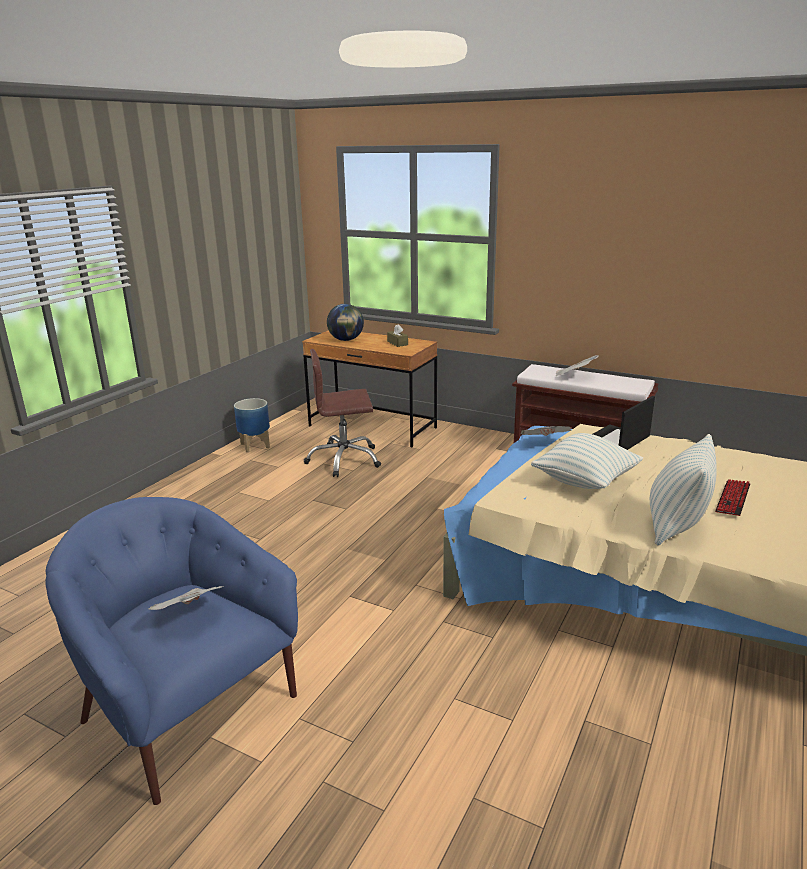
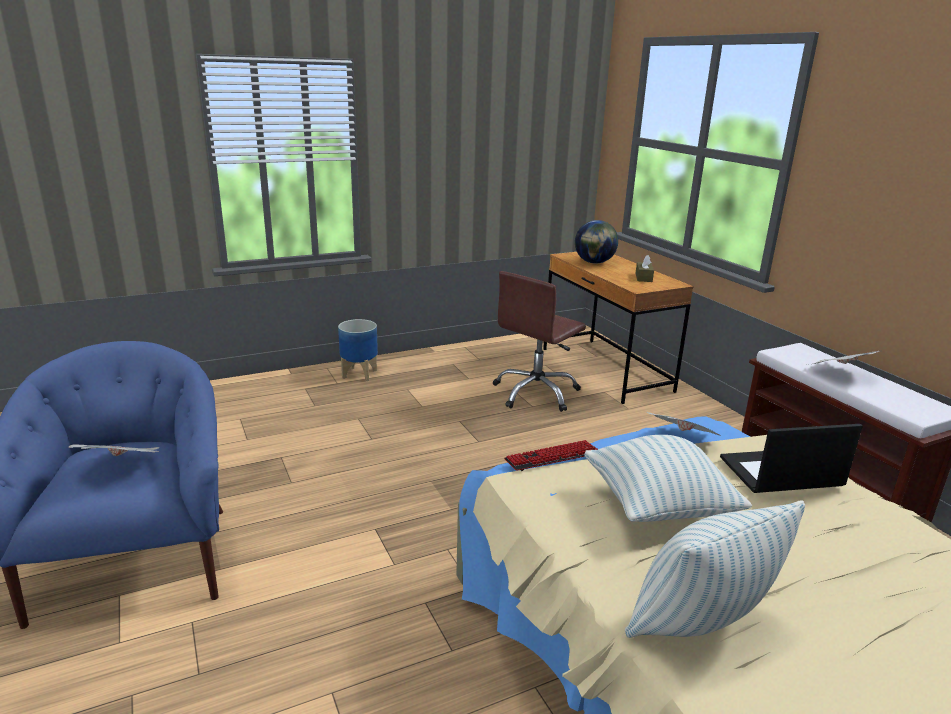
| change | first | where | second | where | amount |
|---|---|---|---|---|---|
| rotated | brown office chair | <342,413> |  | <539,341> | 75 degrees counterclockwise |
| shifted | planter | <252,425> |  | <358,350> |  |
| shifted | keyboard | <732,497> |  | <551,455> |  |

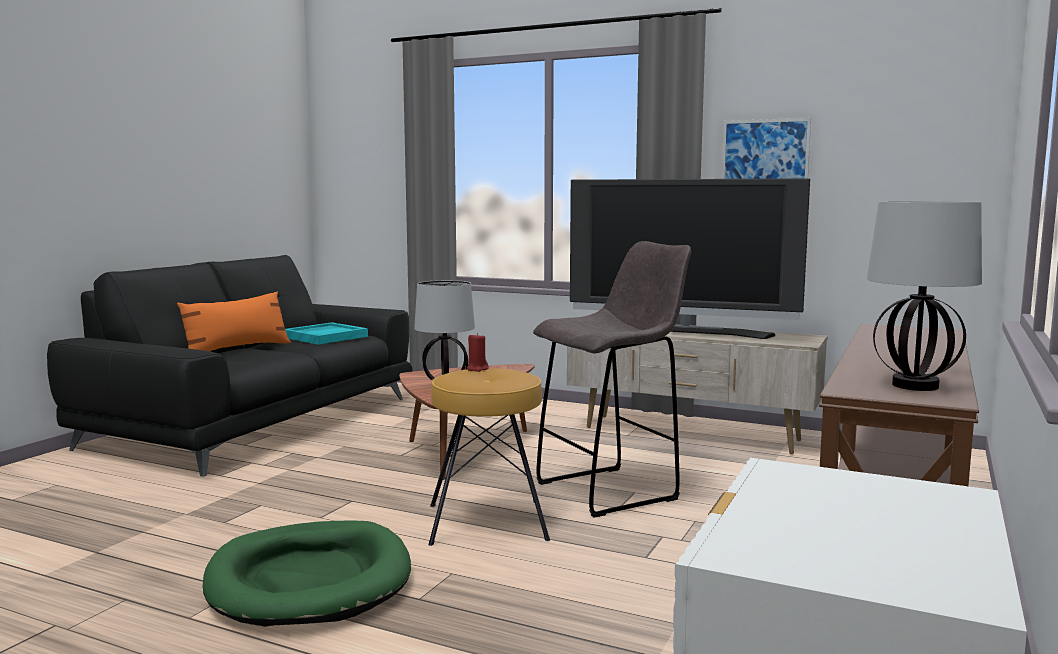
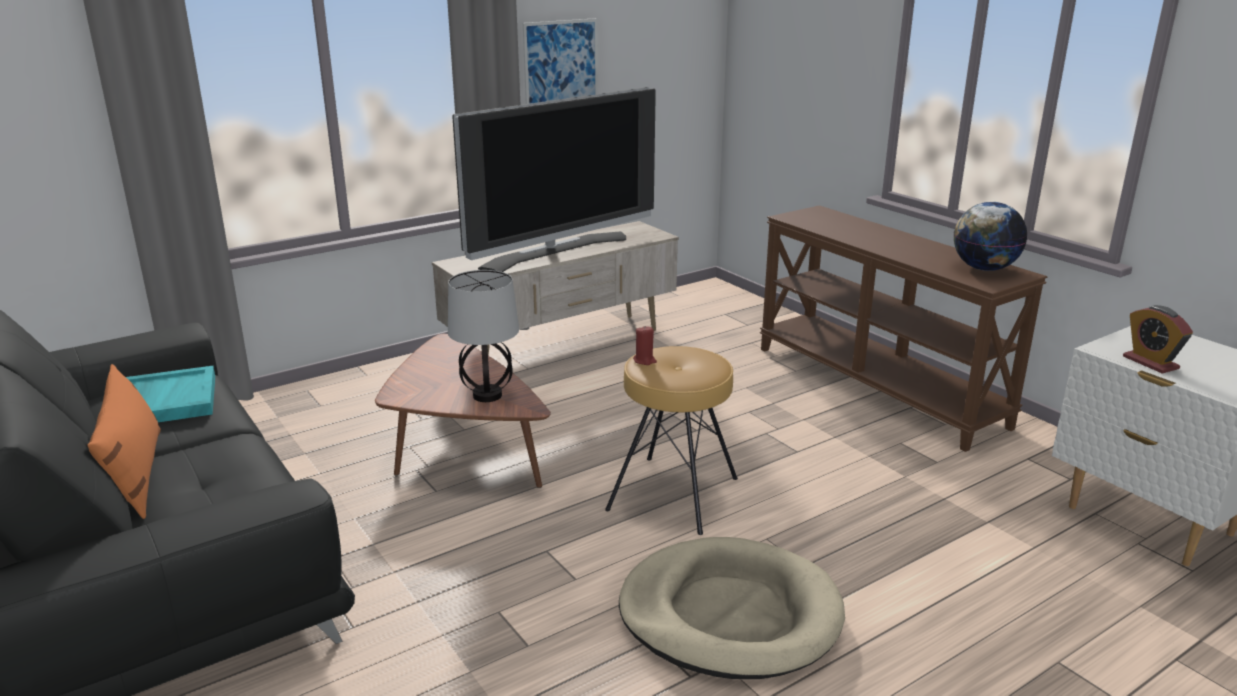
| change | first | where | second | where | amount |
|---|---|---|---|---|---|
| swapped | table lamp | <924,296> | globe | <990,236> |  |
| gone | grey stool | <612,379> |  |  |  |
| repainted | green dog bed | <307,573> | beige dog bed | <732,608> |  |
| new |  |  | alarm clock | <1158,339> |  |

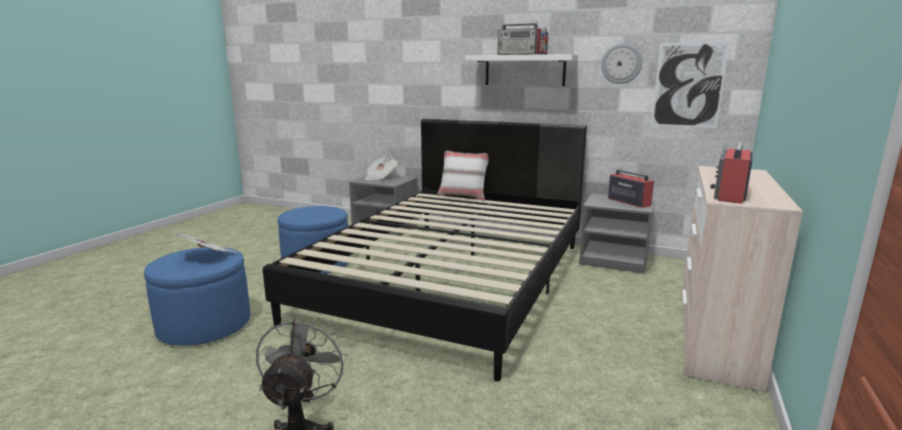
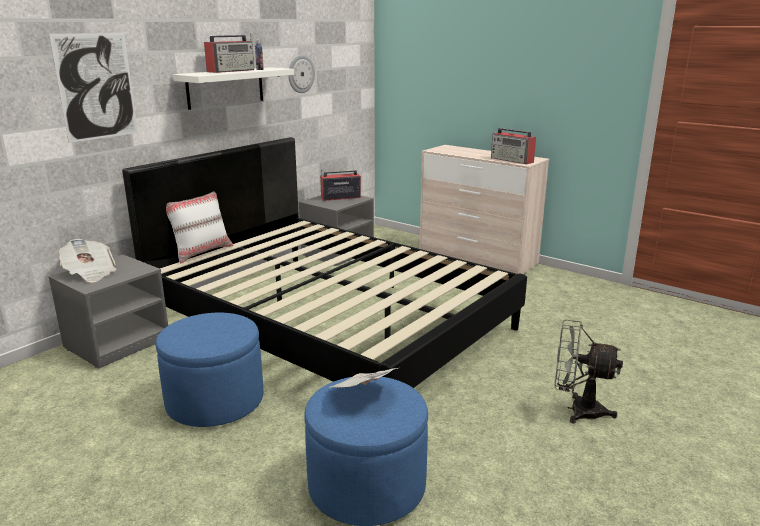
| change | first | where | second | where | amount |
|---|---|---|---|---|---|
| shifted | picture | <690,85> |  | <93,88> |  |

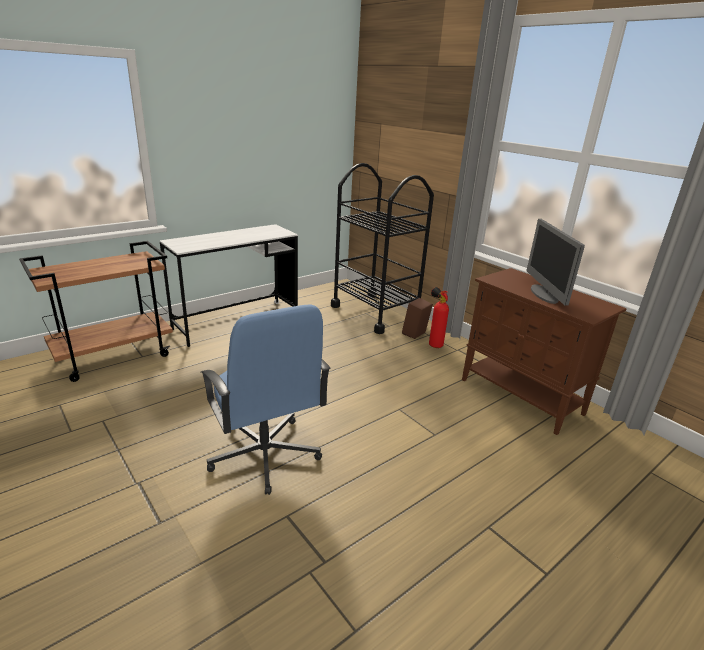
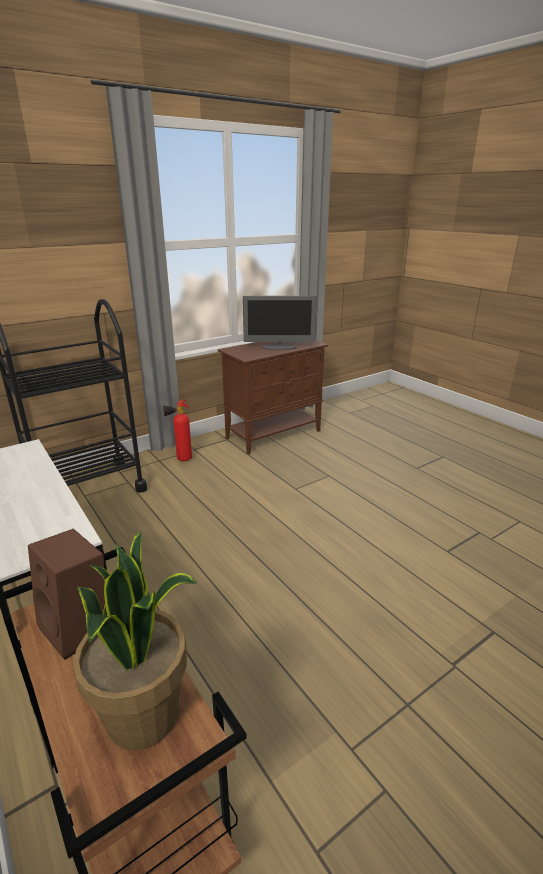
| change | first | where | second | where | amount |
|---|---|---|---|---|---|
| shifted | brown speaker | <417,318> |  | <66,594> |  |
| gone | blue office chair | <266,399> |  |  |  |
| new |  |  | potted plant | <135,640> |  |

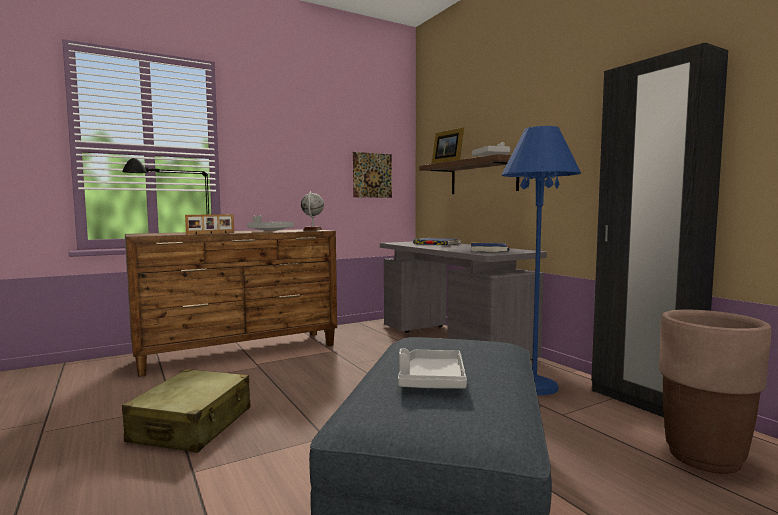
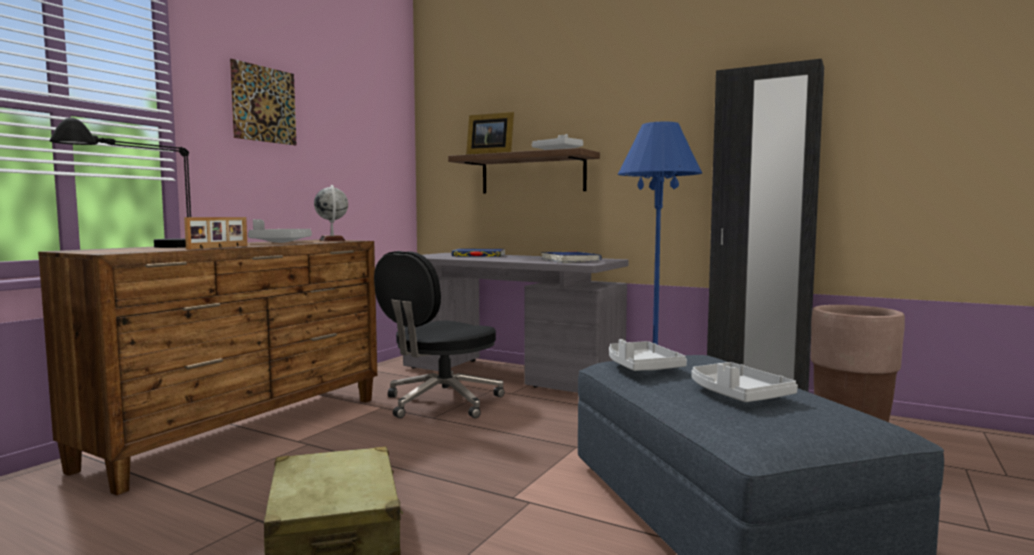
| change | first | where | second | where | amount |
|---|---|---|---|---|---|
| shifted | picture | <372,175> |  | <263,102> |  |
| new |  |  | black office chair | <439,334> |  |
| new |  |  | grey tray | <648,355> |  |

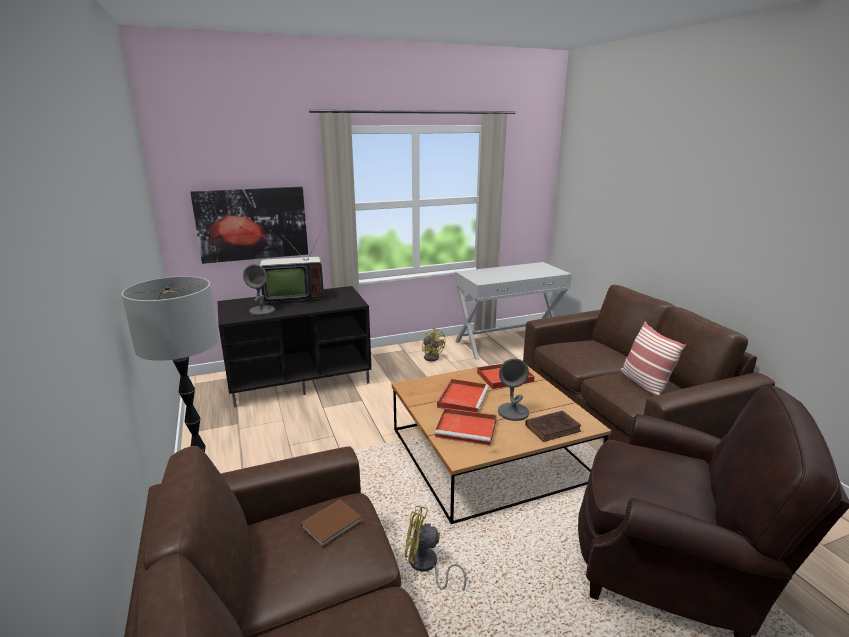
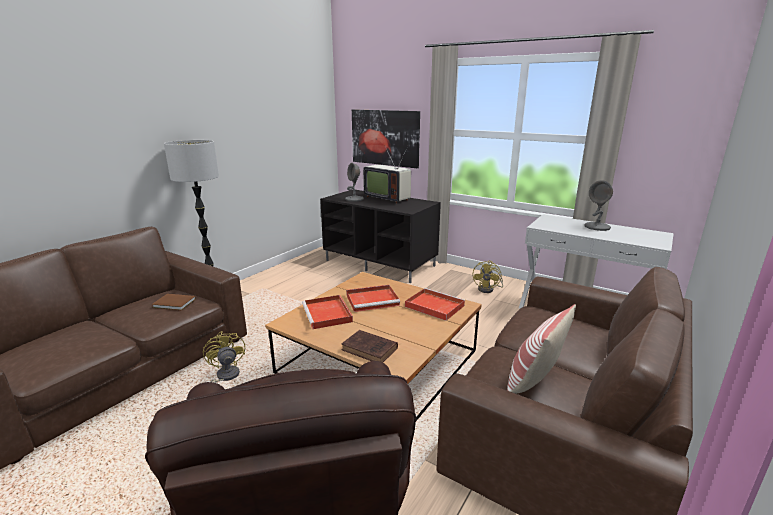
| change | first | where | second | where | amount |
|---|---|---|---|---|---|
| shifted | grey table lamp | <513,390> |  | <598,205> |  |

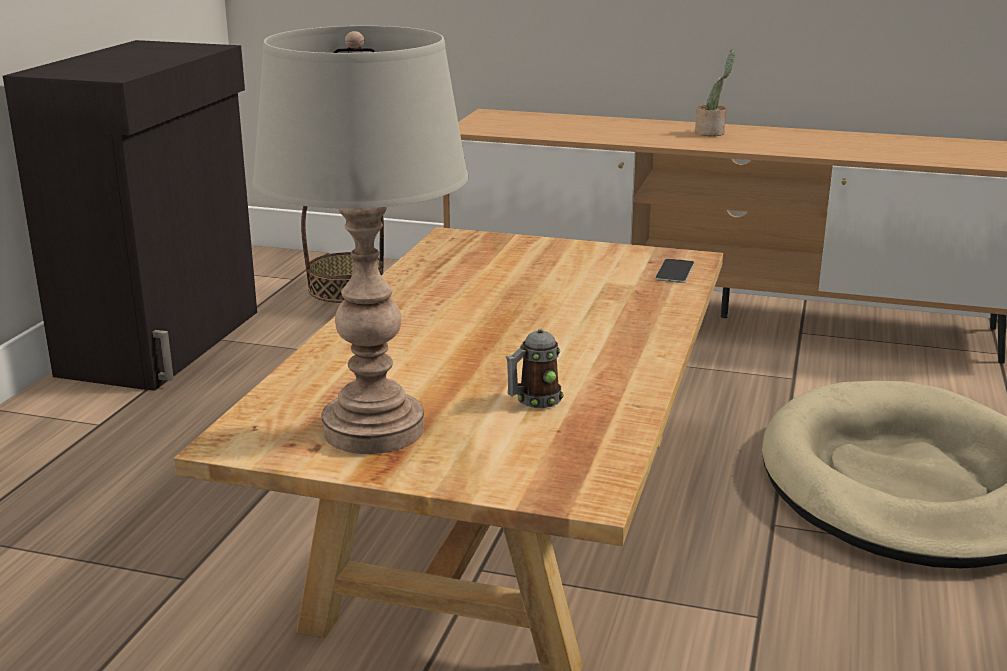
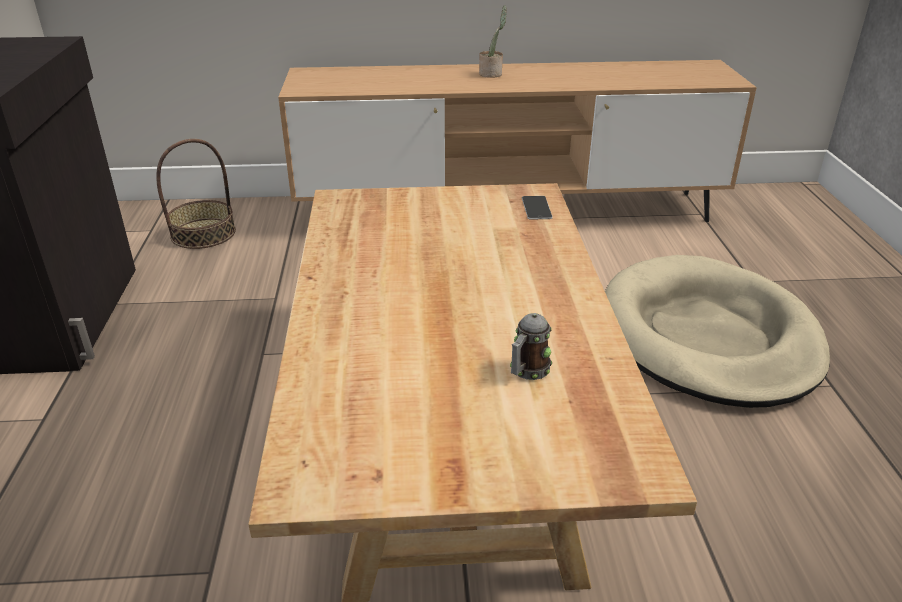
| change | first | where | second | where | amount |
|---|---|---|---|---|---|
| gone | grey table lamp | <360,240> |  |  |  |

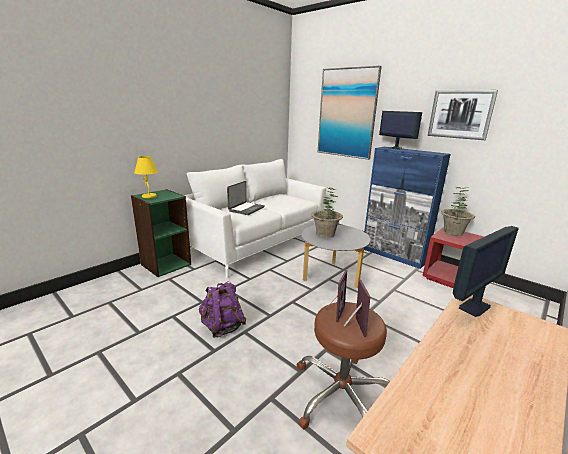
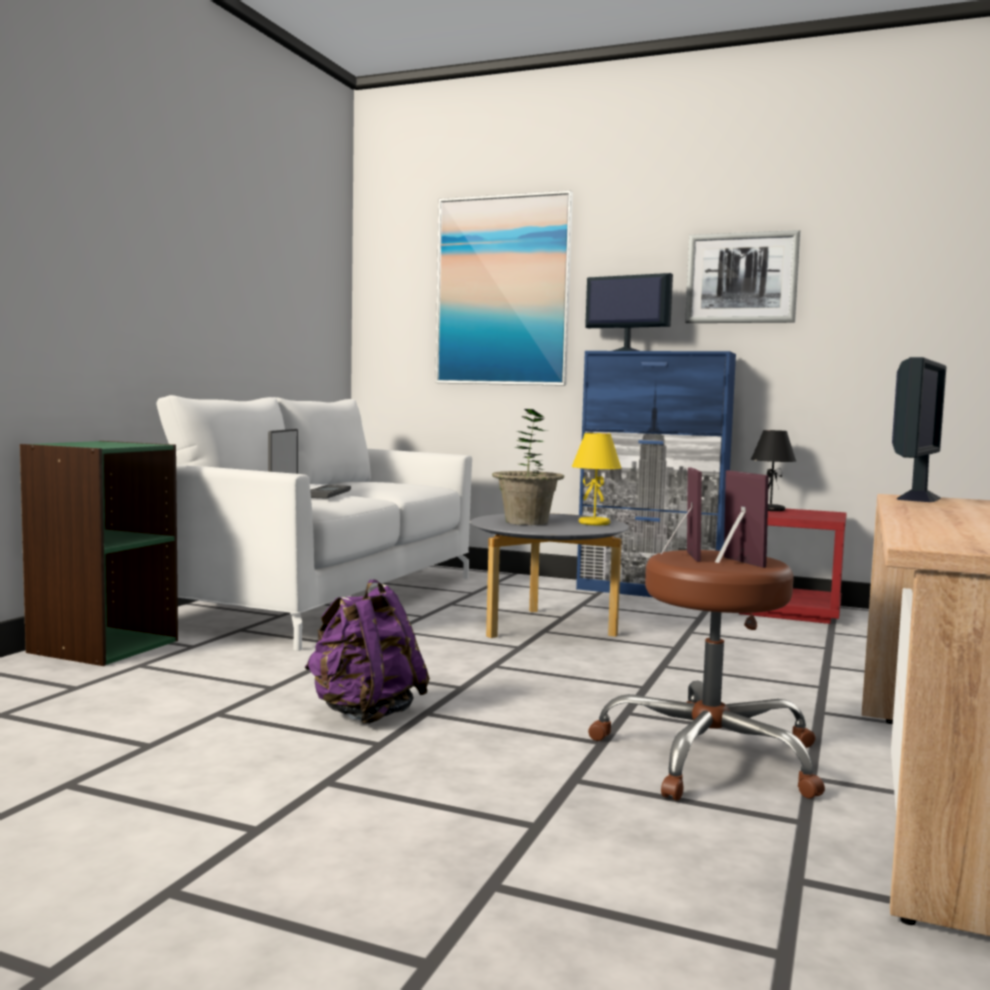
| change | first | where | second | where | amount |
|---|---|---|---|---|---|
| shifted | yellow table lamp | <146,177> |  | <596,479> |  |
| swapped | potted plant | <458,211> | black table lamp | <773,470> |  |

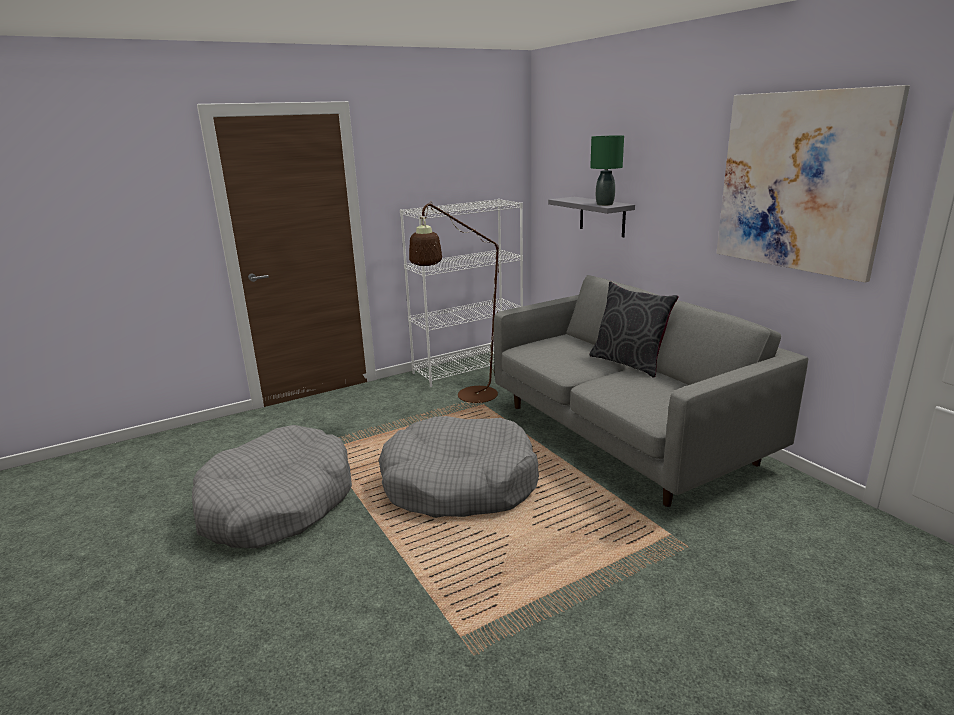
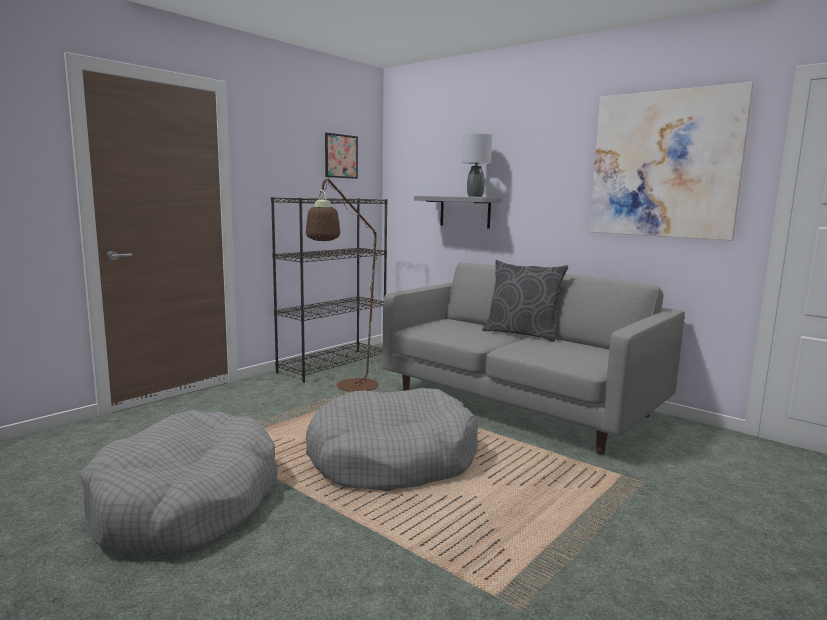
| change | first | where | second | where | amount |
|---|---|---|---|---|---|
| repainted | green table lamp | <607,170> | grey table lamp | <477,165> |  |
| repainted | white bookcase | <461,293> | black bookcase | <329,290> |  |
| new |  |  | picture | <341,156> |  |

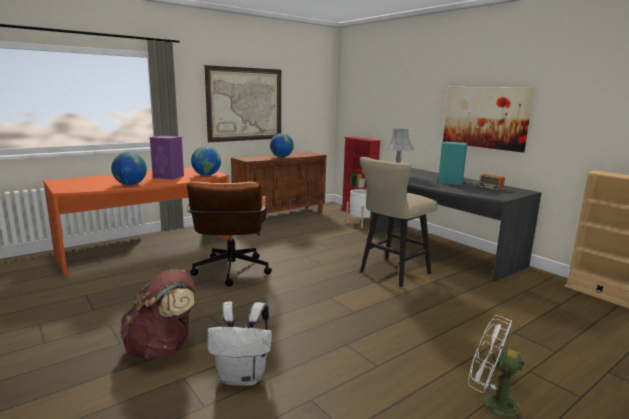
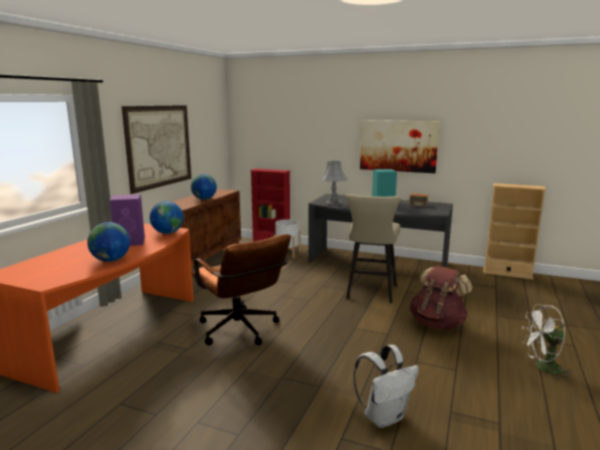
| change | first | where | second | where | amount |
|---|---|---|---|---|---|
| shifted | brown backpack | <158,314> |  | <441,298> |  |

